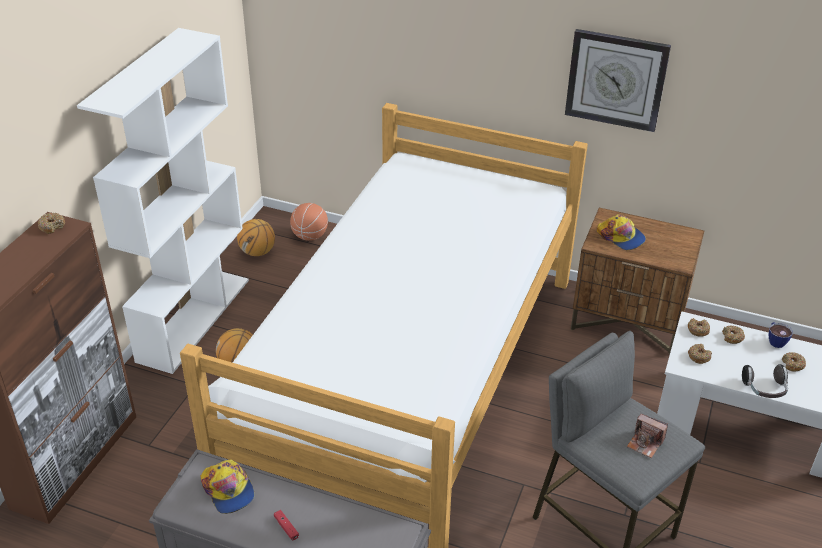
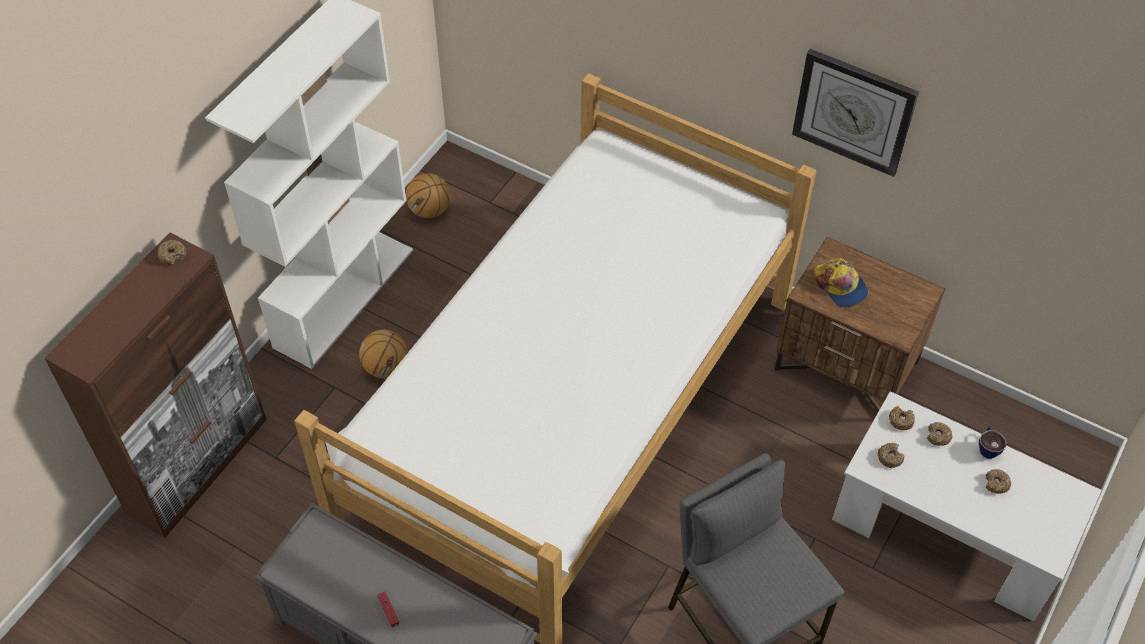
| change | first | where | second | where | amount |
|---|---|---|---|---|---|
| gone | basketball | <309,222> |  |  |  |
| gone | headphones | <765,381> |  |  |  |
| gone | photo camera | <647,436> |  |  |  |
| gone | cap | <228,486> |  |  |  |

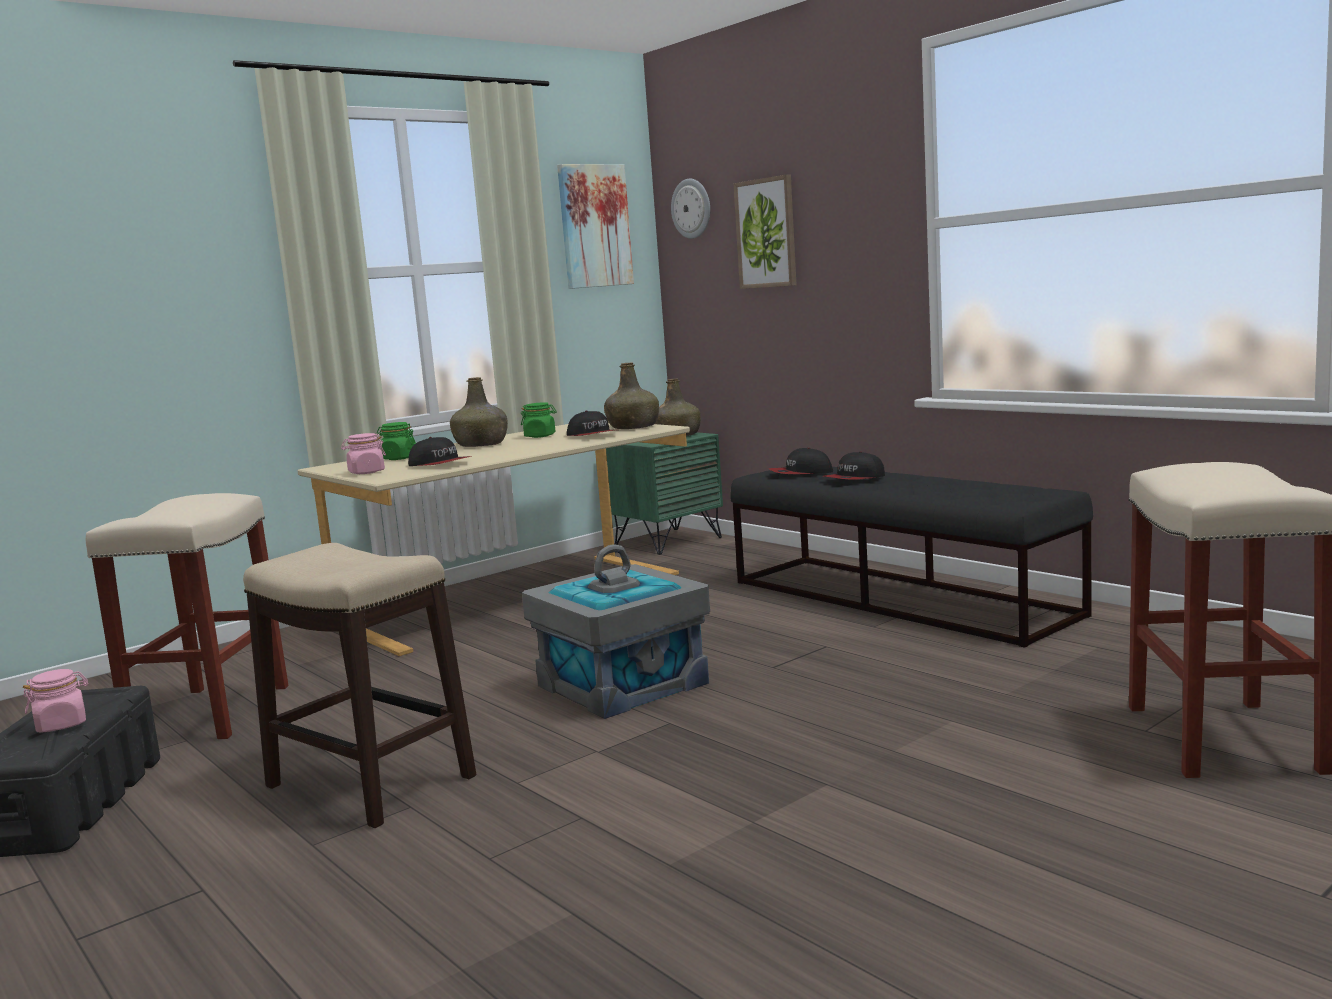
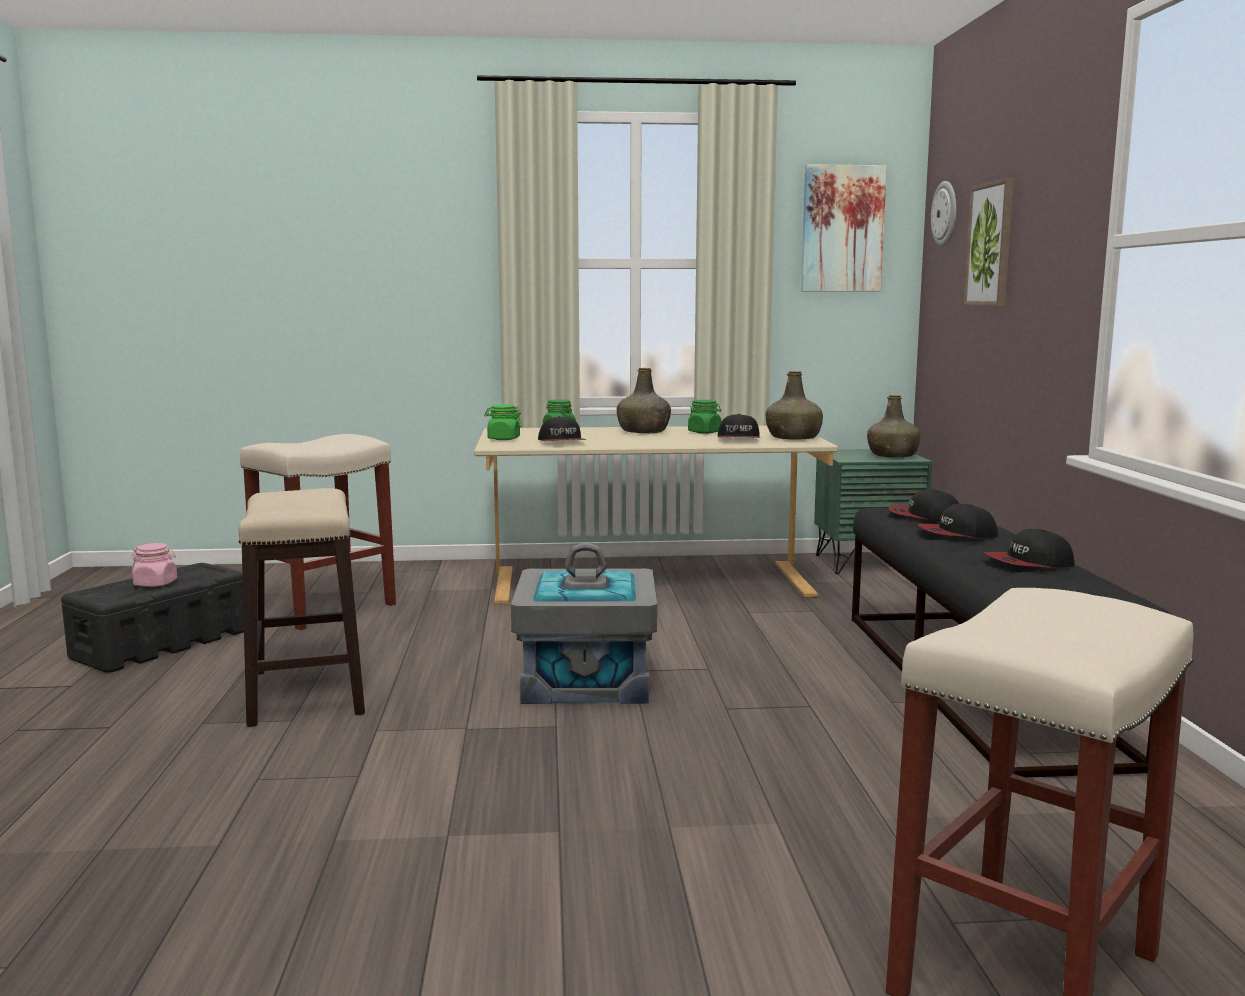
| change | first | where | second | where | amount |
|---|---|---|---|---|---|
| repainted | pink jar | <363,453> | green jar | <503,422> |  |
| new |  |  | cap | <1029,548> |  |

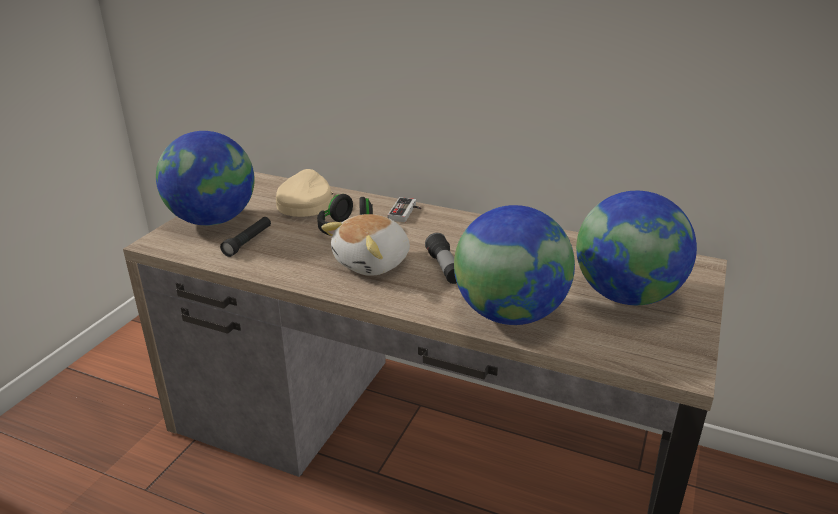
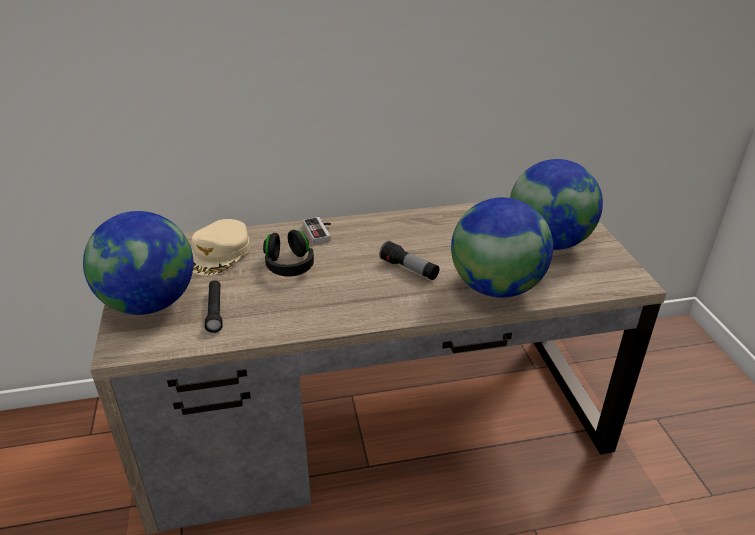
| change | first | where | second | where | amount |
|---|---|---|---|---|---|
| rotated | beige cap | <305,193> |  | <221,247> | 135 degrees counterclockwise |
| gone | plush toy | <365,245> |  |  |  |

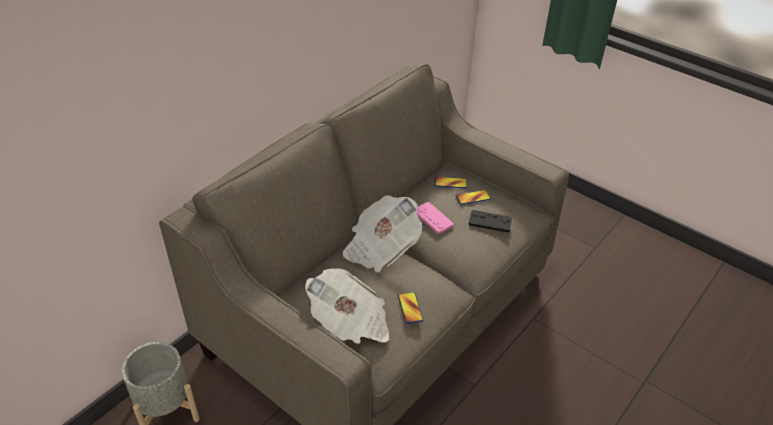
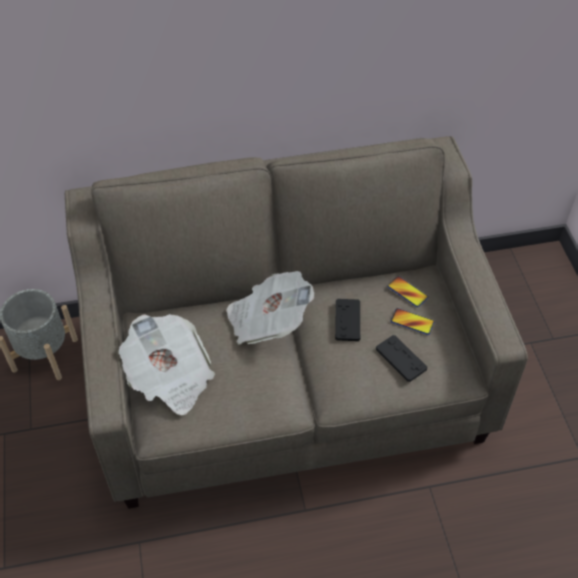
| change | first | where | second | where | amount |
|---|---|---|---|---|---|
| repainted | pink game controller | <435,218> | black game controller | <347,320> |  |
| gone | phone | <410,308> |  |  |  |

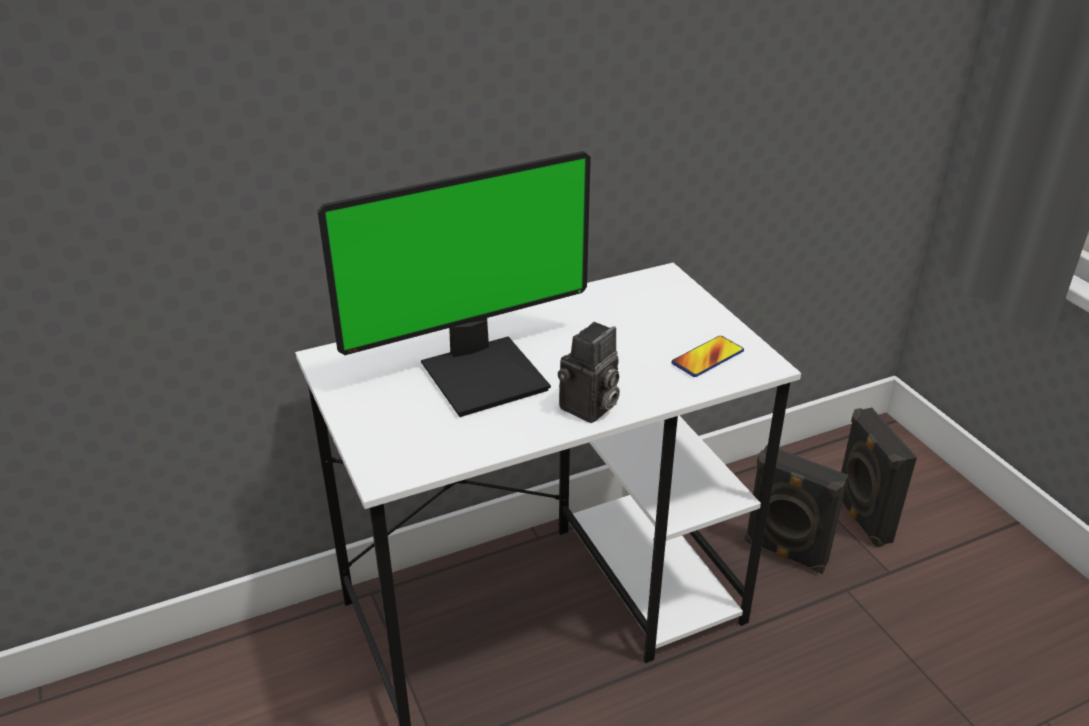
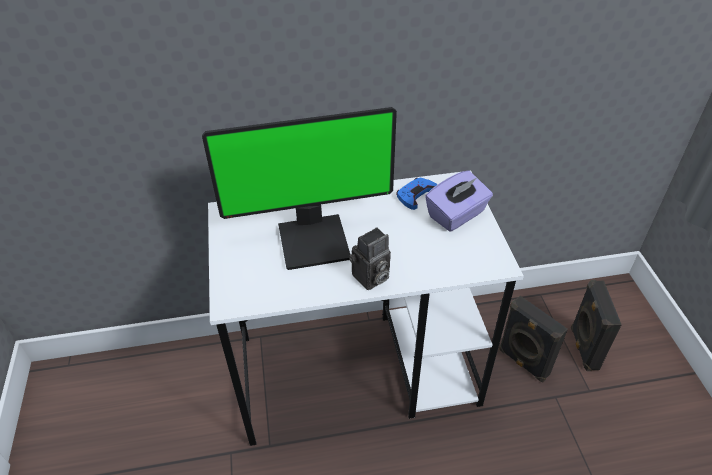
| change | first | where | second | where | amount |
|---|---|---|---|---|---|
| gone | phone | <707,356> |  |  |  |
| new |  |  | purple tissue box | <459,201> |  |
| new |  |  | blue game controller | <417,193> |  |

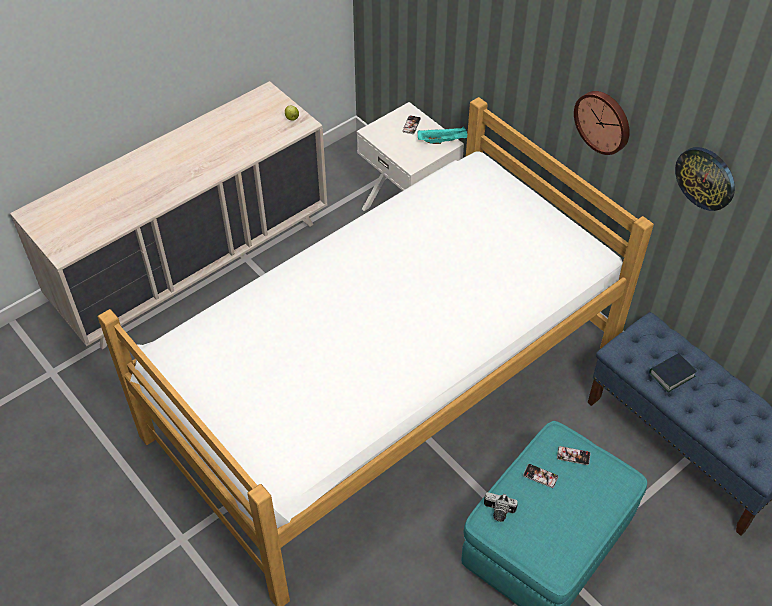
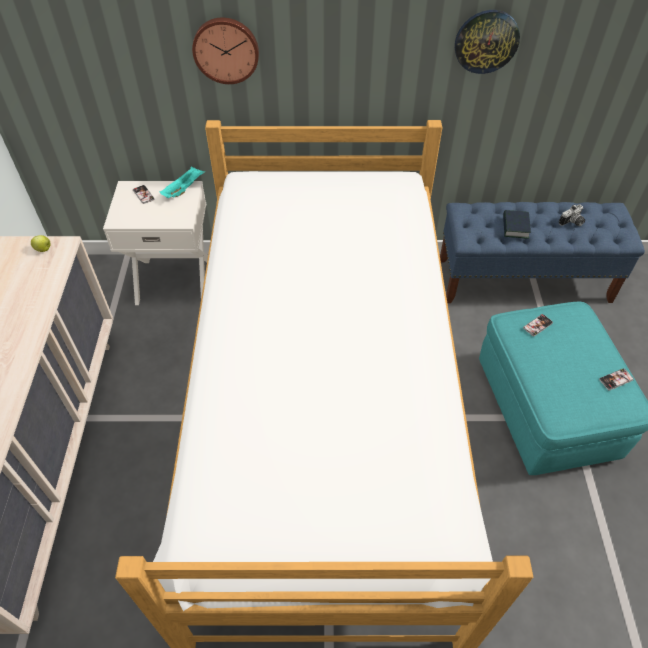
| change | first | where | second | where | amount |
|---|---|---|---|---|---|
| shifted | wall clock | <602,123> |  | <225,51> |  |
| shifted | phone | <540,476> |  | <616,379> |  |
| shifted | photo camera | <501,507> |  | <572,215> |  |

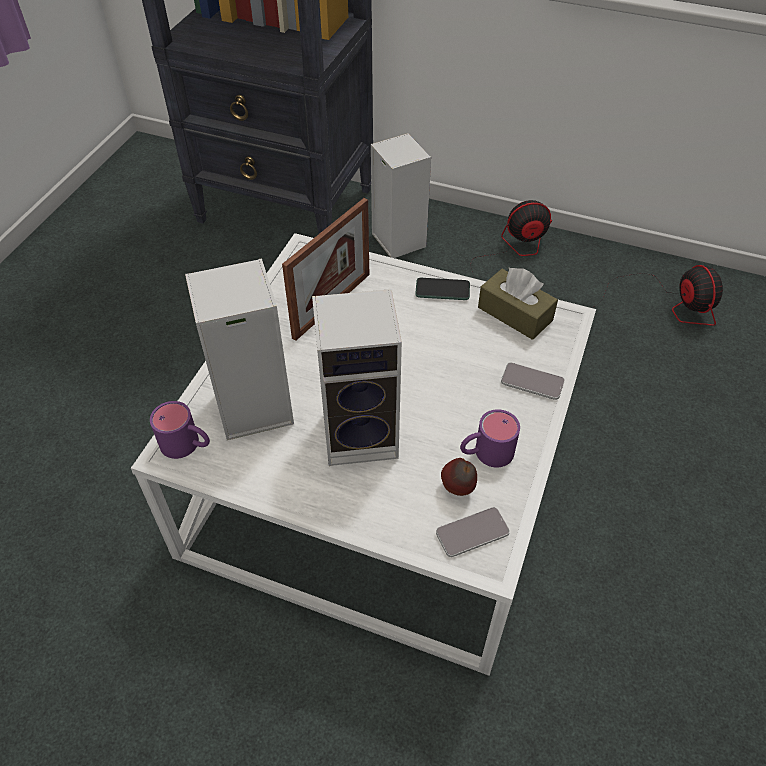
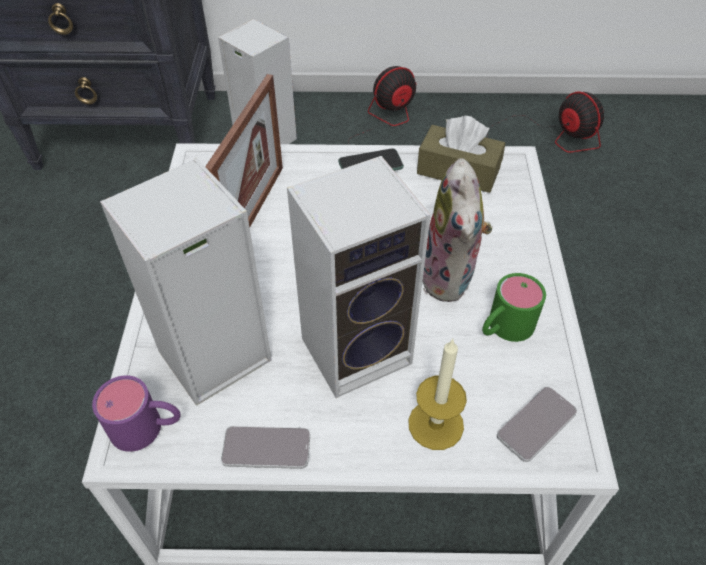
| change | first | where | second | where | amount |
|---|---|---|---|---|---|
| shifted | phone | <533,381> |  | <265,447> |  |
| repainted | purple mug | <490,438> | green mug | <514,307> |  |
| gone | apple | <459,477> |  |  |  |
| new |  |  | plush toy | <457,230> |  |
| new |  |  | candle | <437,394> |  |

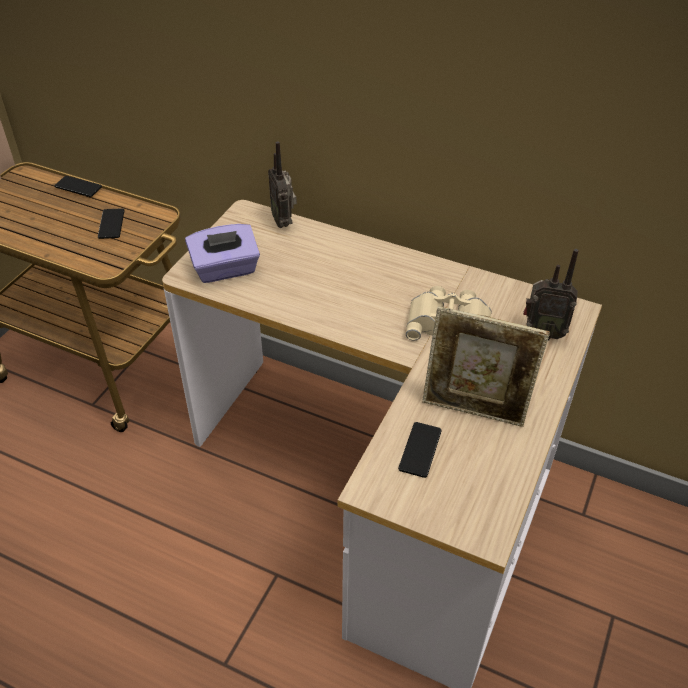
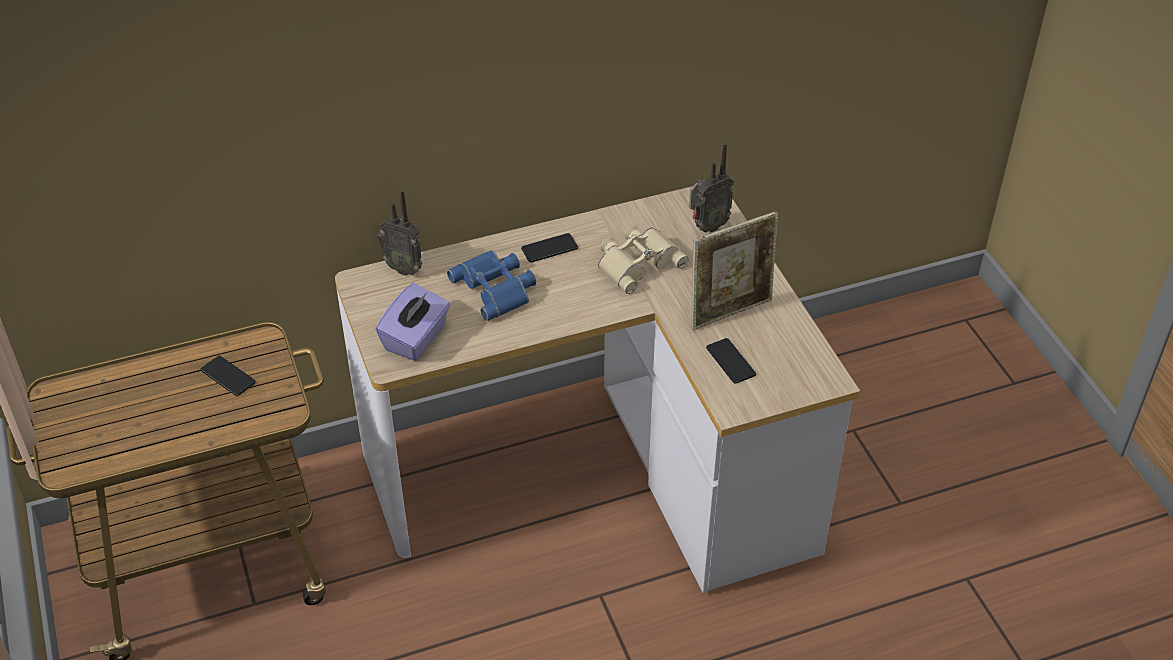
| change | first | where | second | where | amount |
|---|---|---|---|---|---|
| shifted | phone | <78,186> |  | <549,248> |  |
| new |  |  | blue binoculars | <491,285> |  |

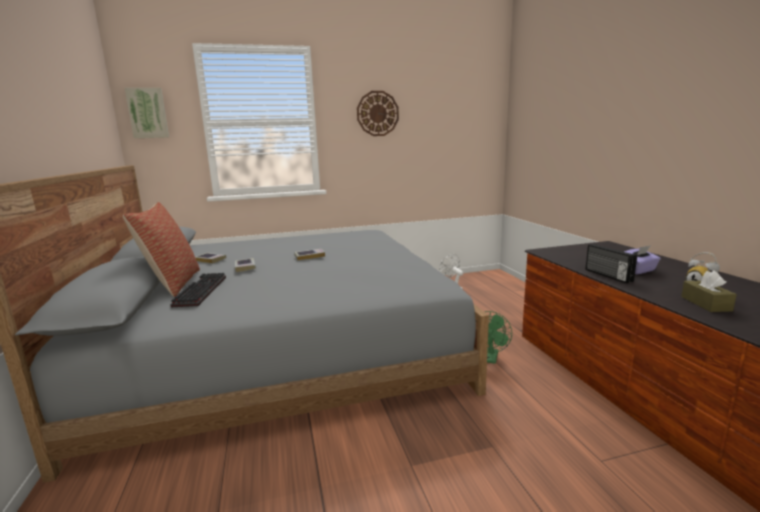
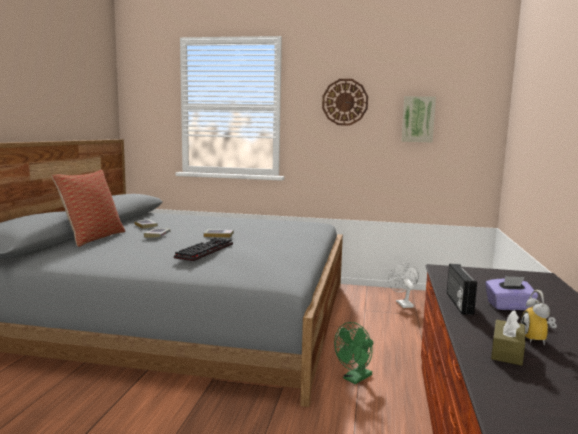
| change | first | where | second | where | amount |
|---|---|---|---|---|---|
| shifted | picture | <147,113> |  | <418,119> |  |
| shifted | keyboard | <198,290> |  | <203,249> |  |

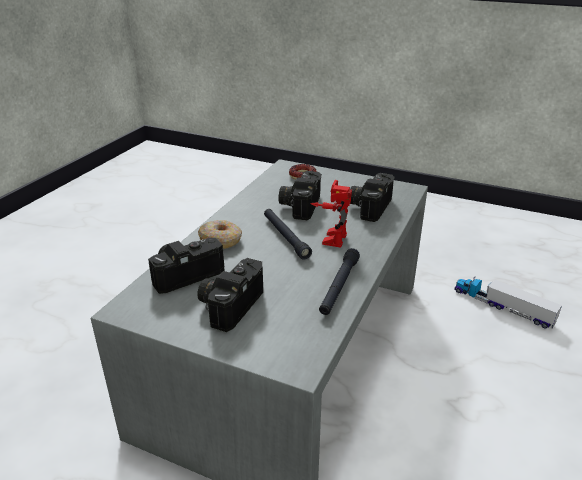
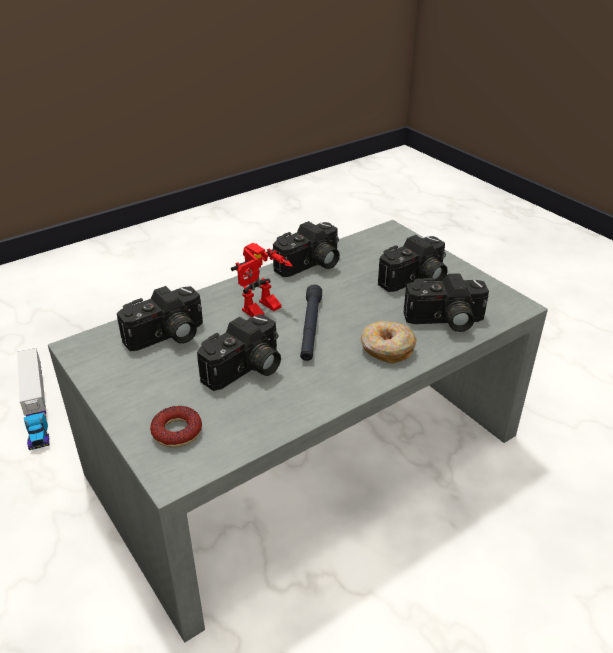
| change | first | where | second | where | amount |
|---|---|---|---|---|---|
| swapped | black flashlight | <339,281> | photo camera | <306,249> |  |

